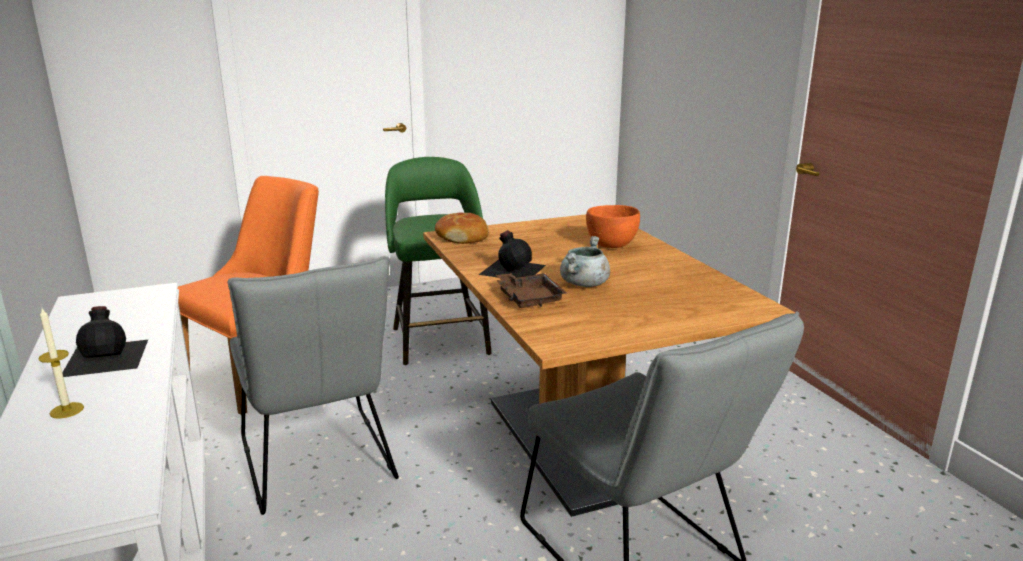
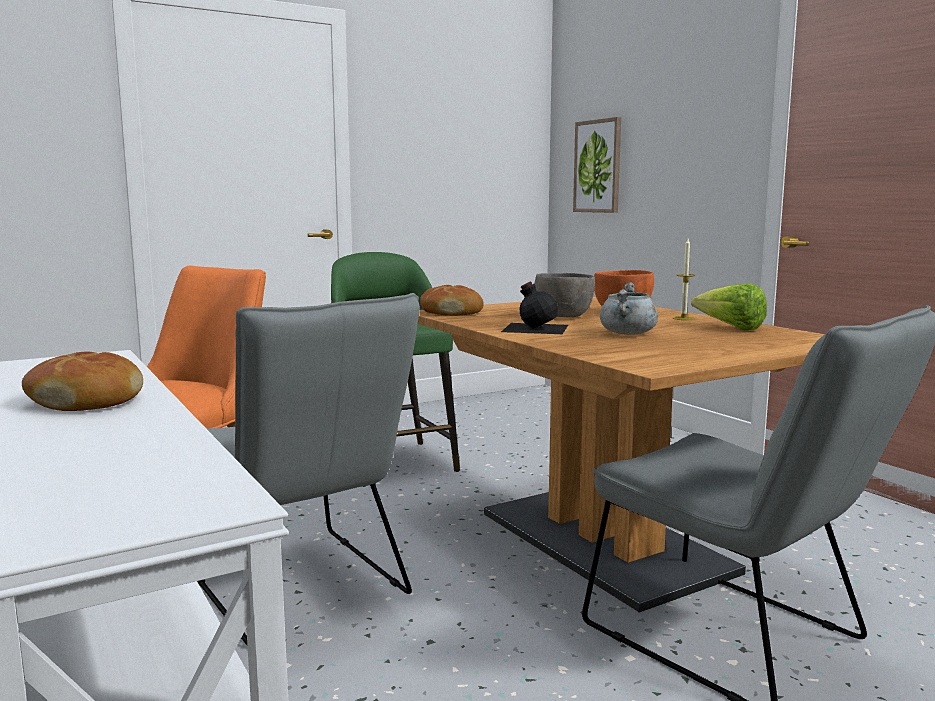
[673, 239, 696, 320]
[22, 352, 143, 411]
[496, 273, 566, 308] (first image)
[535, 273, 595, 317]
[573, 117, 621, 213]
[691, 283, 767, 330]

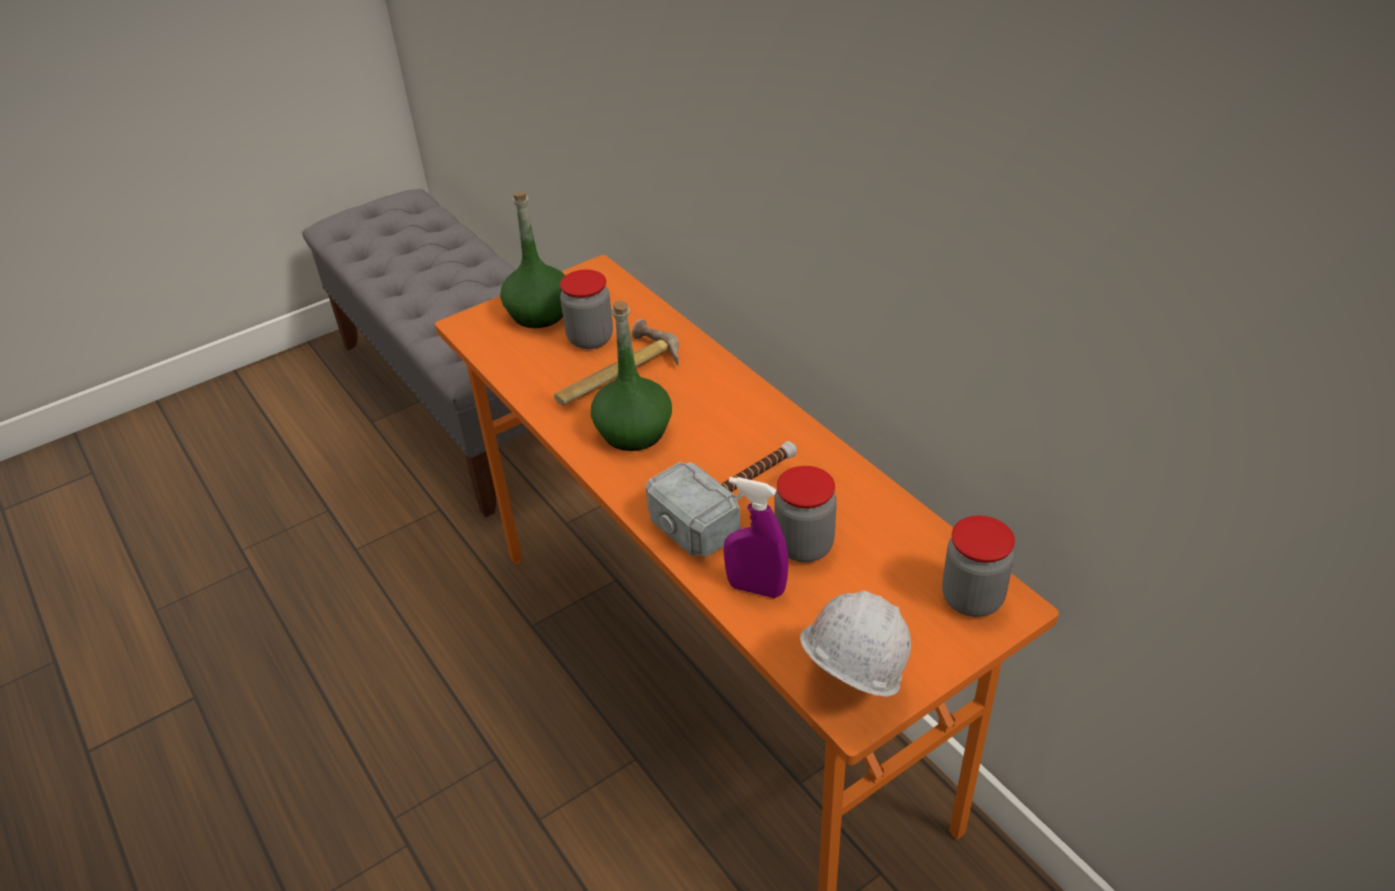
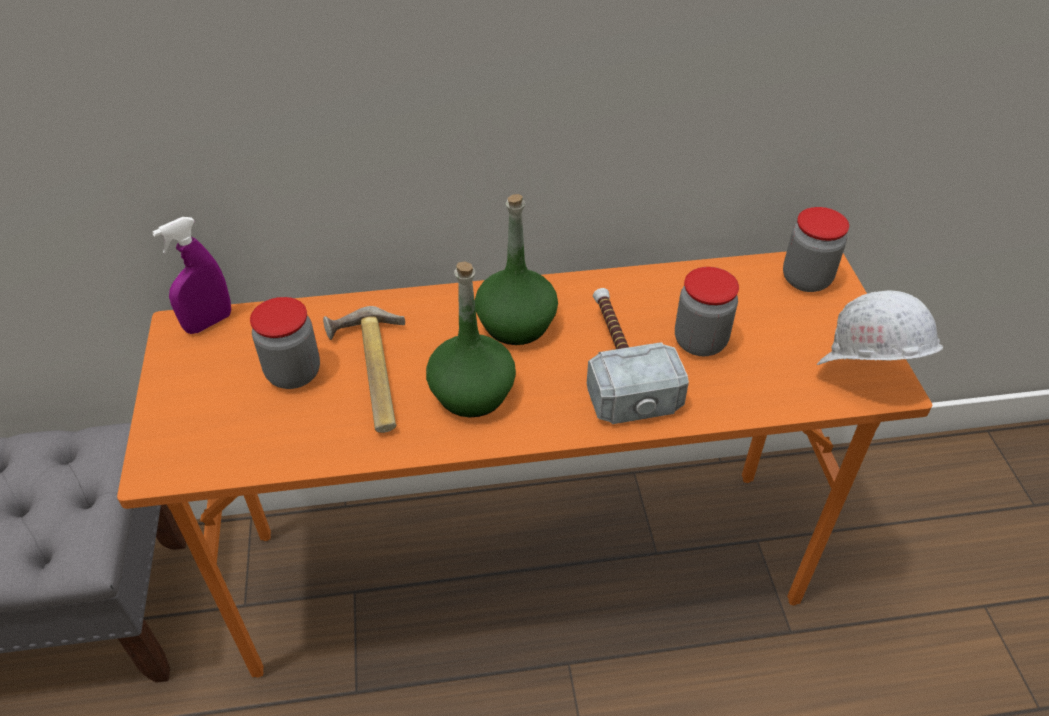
[475, 194, 558, 345]
[152, 217, 231, 334]

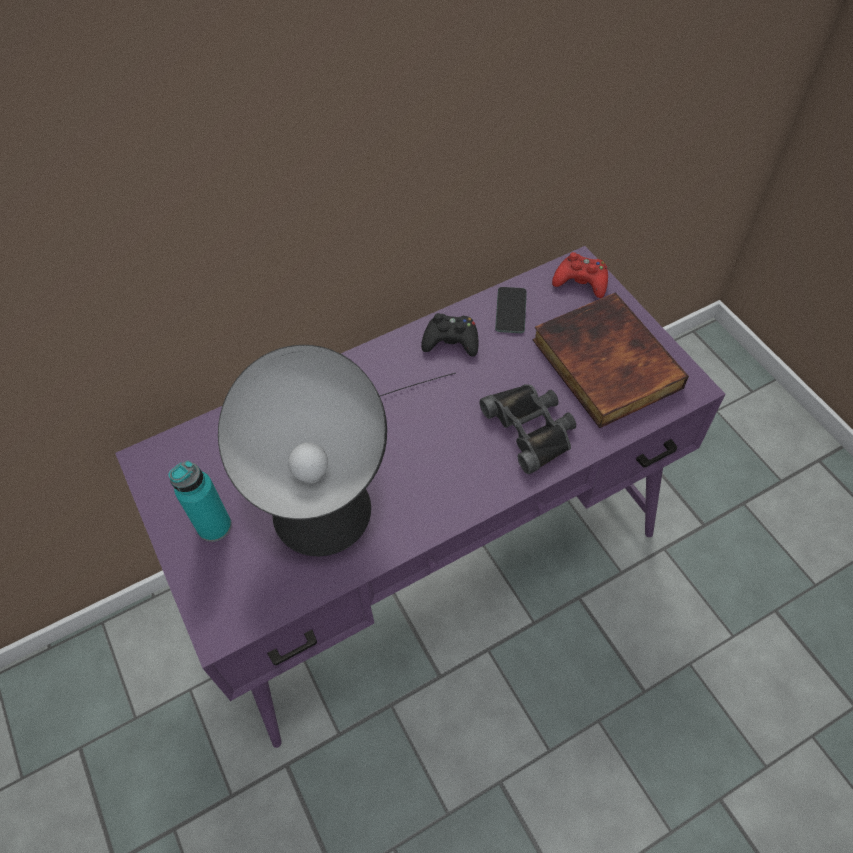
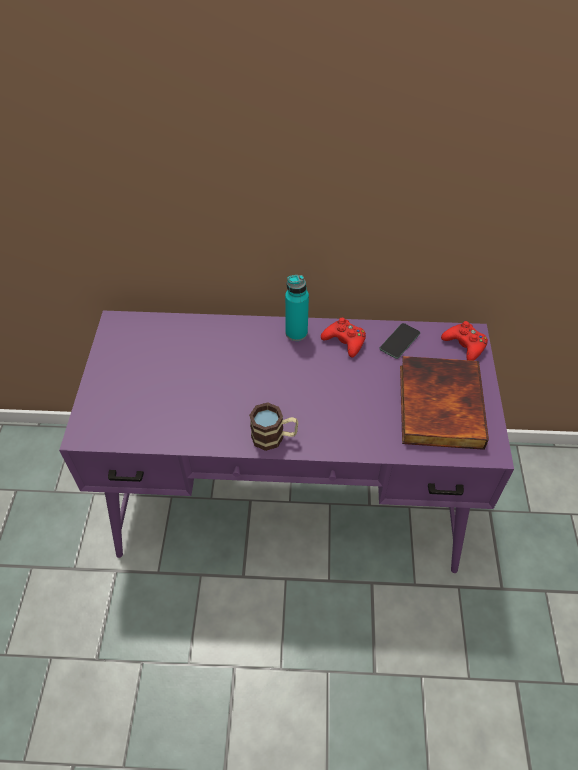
[285, 275, 309, 341]
[218, 345, 455, 556] (first image)
[321, 318, 366, 358]
[479, 384, 576, 474] (first image)
[249, 402, 299, 451]

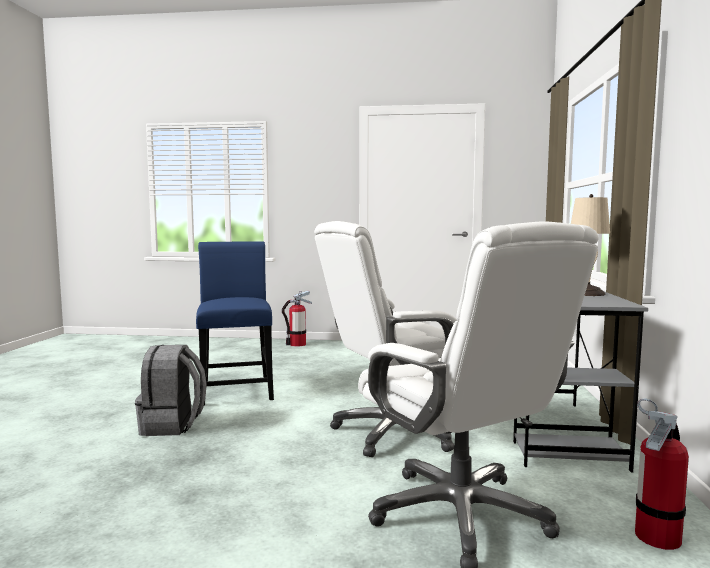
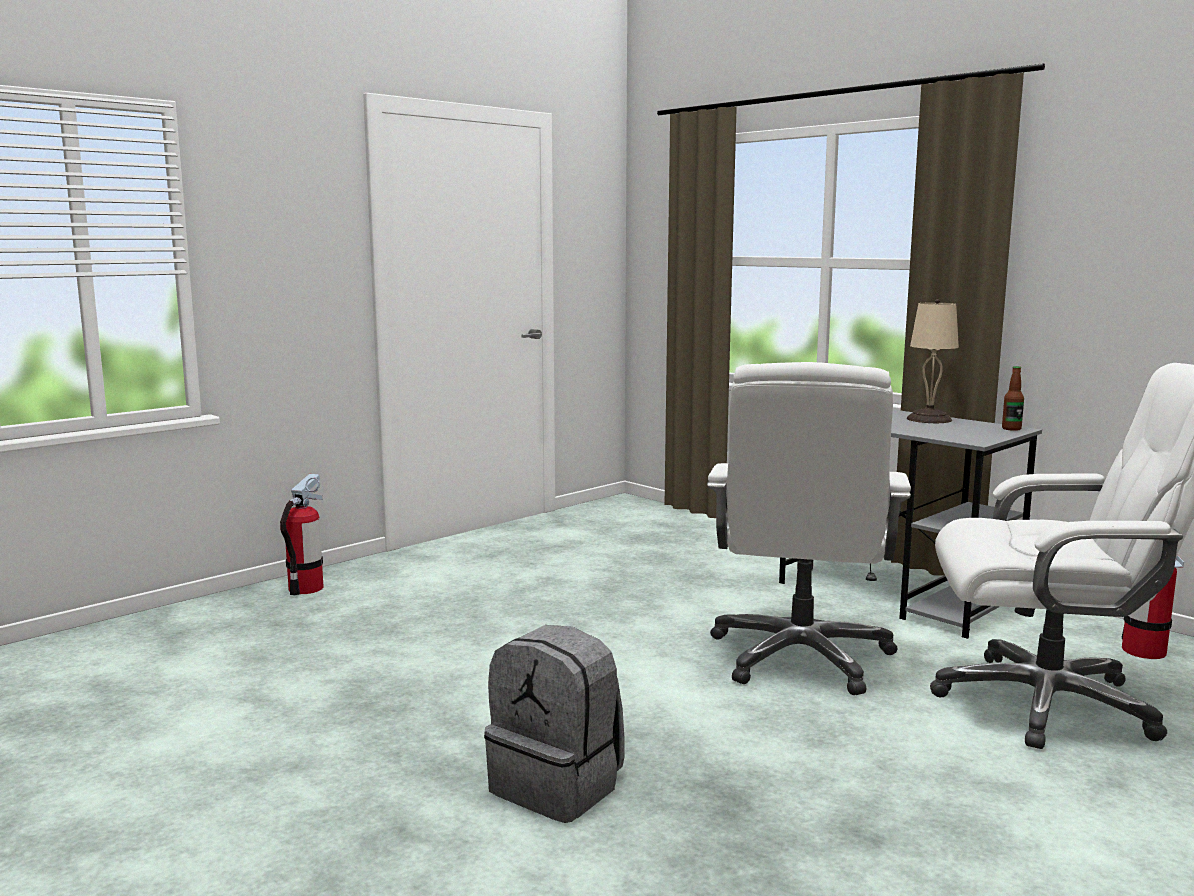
[196, 241, 274, 406] (first image)
[1002, 366, 1024, 431]

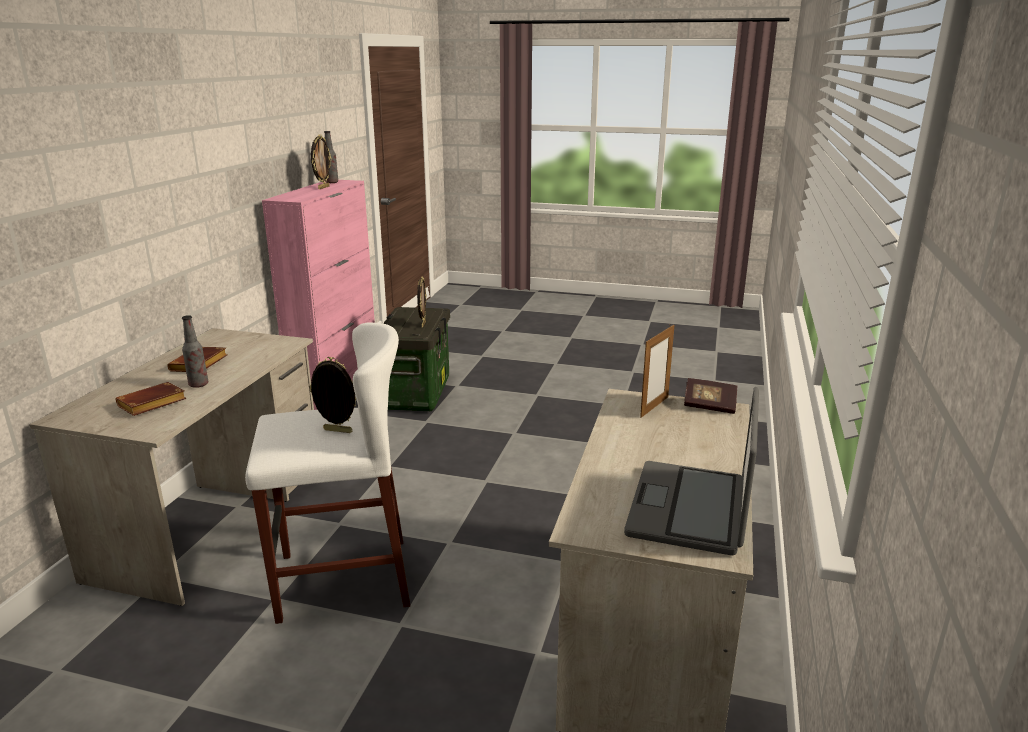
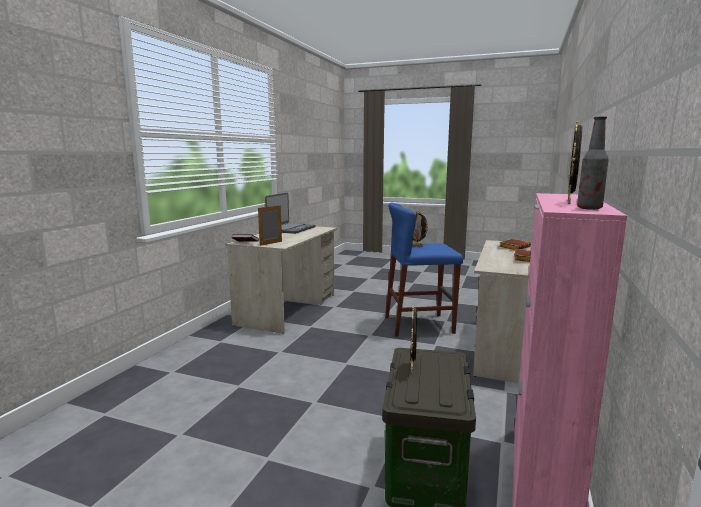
[182, 315, 208, 388] (first image)
[385, 203, 463, 337]

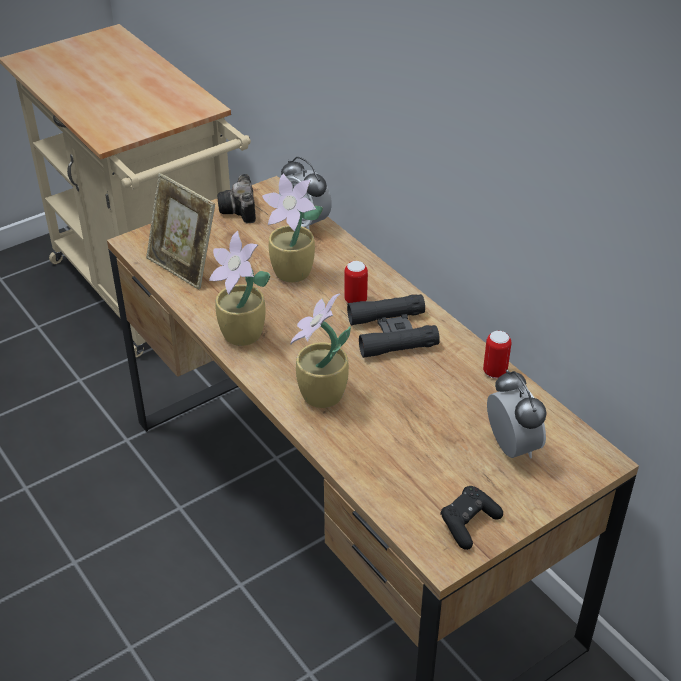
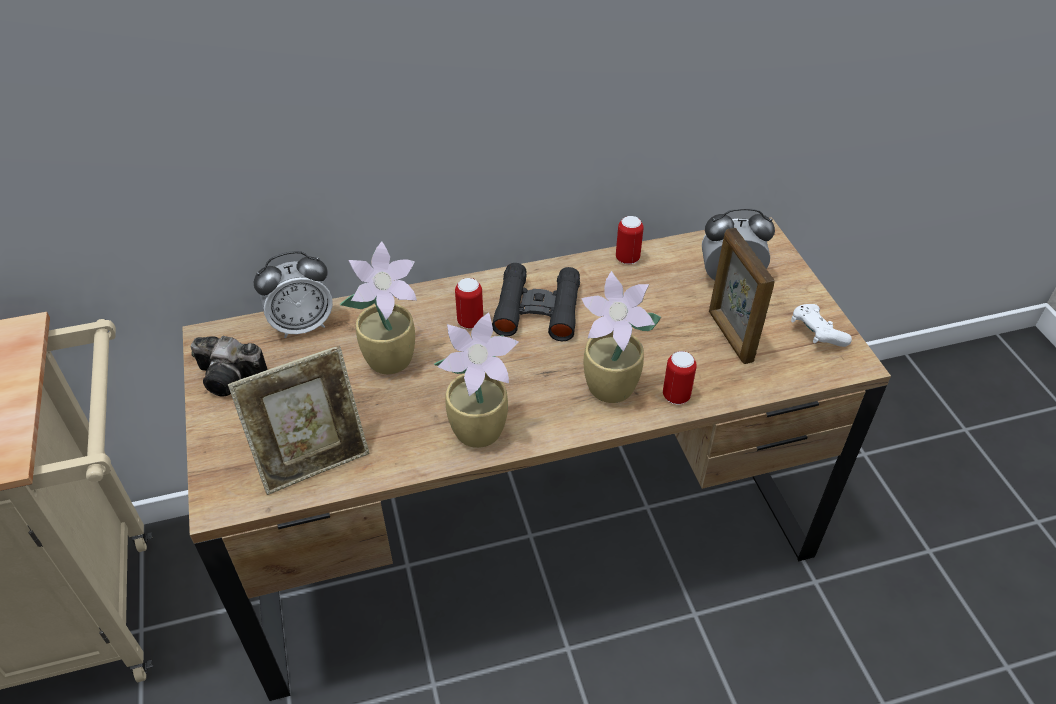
[791, 304, 852, 347]
[663, 351, 697, 405]
[709, 228, 775, 364]

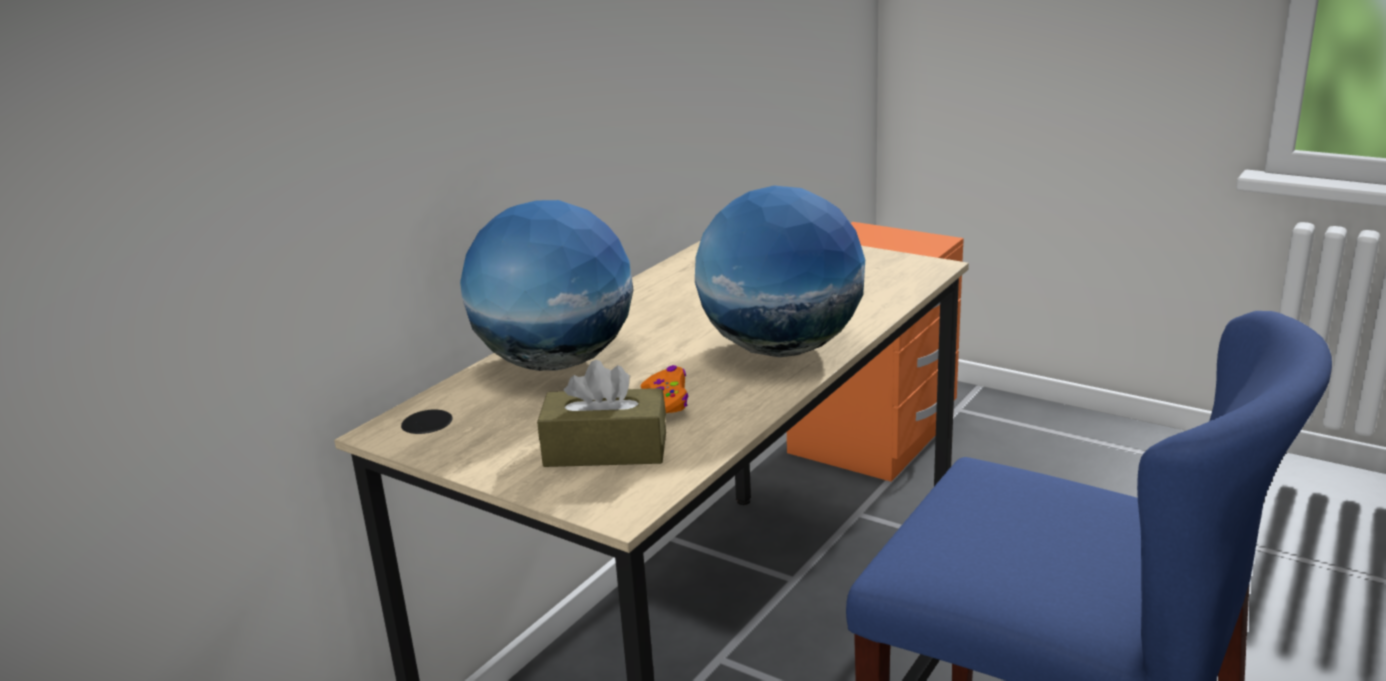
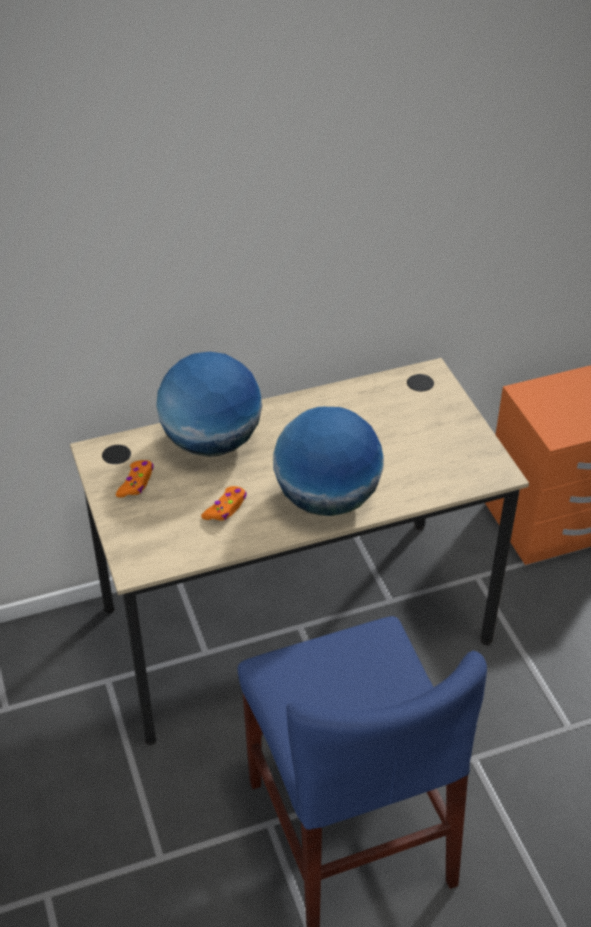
[537, 360, 666, 467] (first image)
[116, 460, 154, 498]

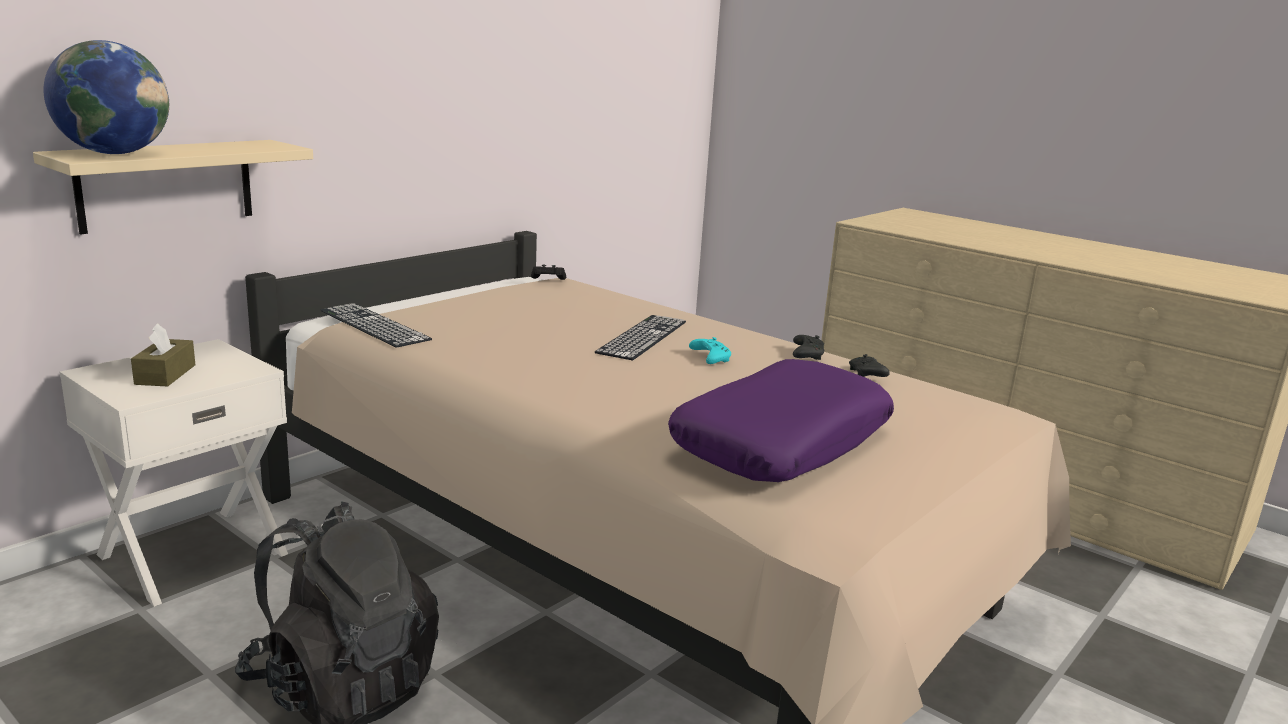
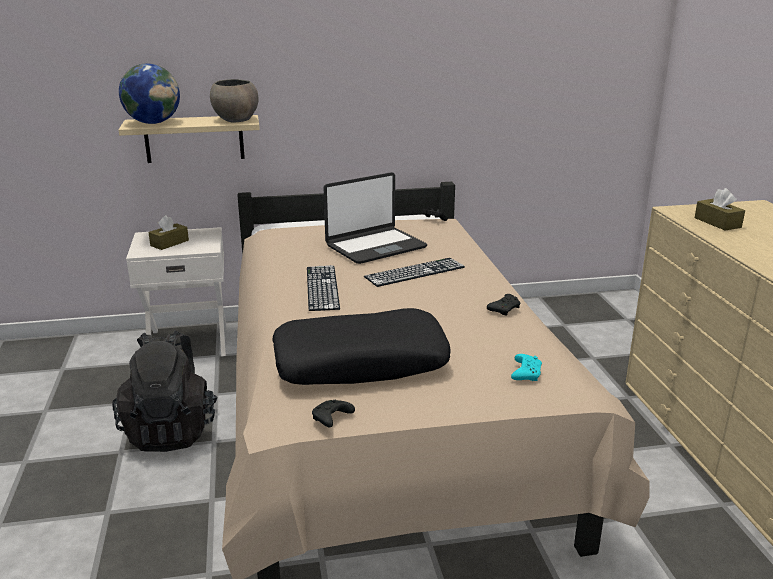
[307, 265, 340, 311]
[272, 308, 451, 385]
[511, 354, 542, 381]
[312, 400, 355, 428]
[210, 79, 259, 122]
[324, 172, 427, 264]
[695, 188, 745, 230]

